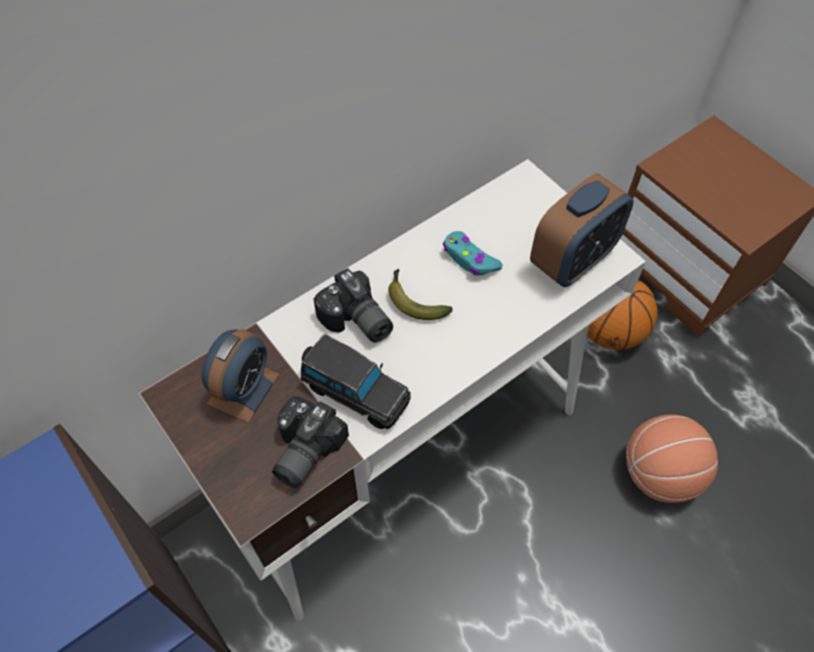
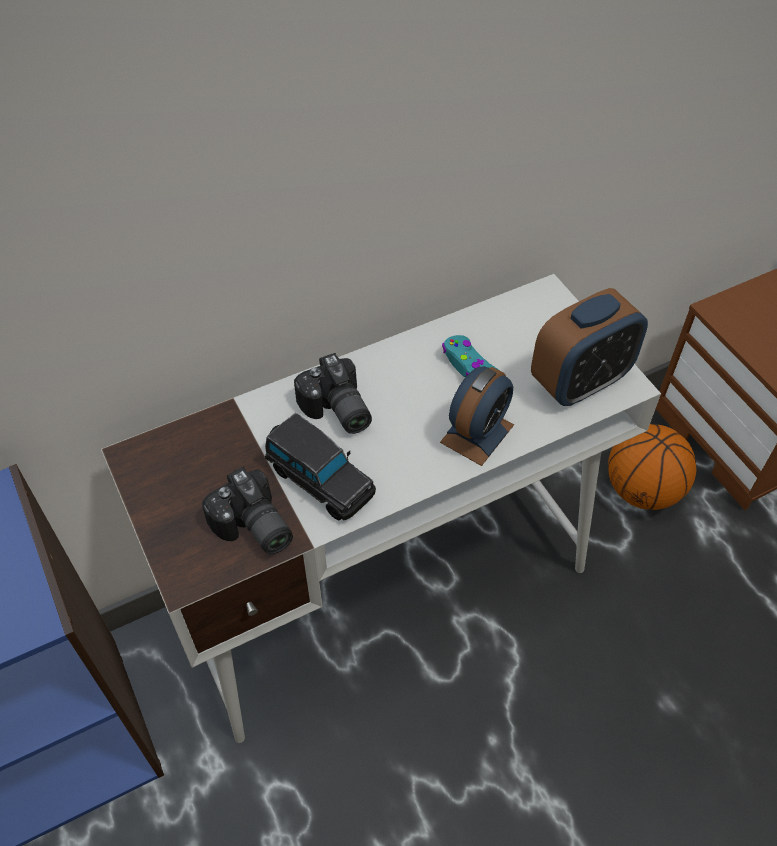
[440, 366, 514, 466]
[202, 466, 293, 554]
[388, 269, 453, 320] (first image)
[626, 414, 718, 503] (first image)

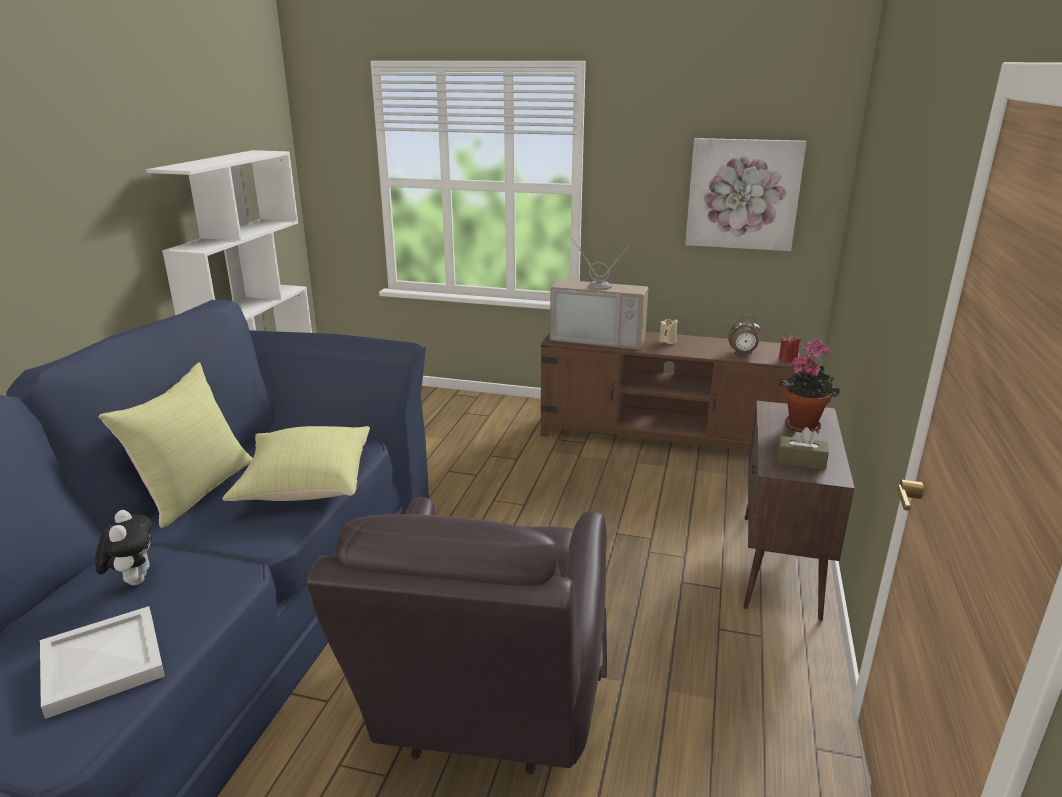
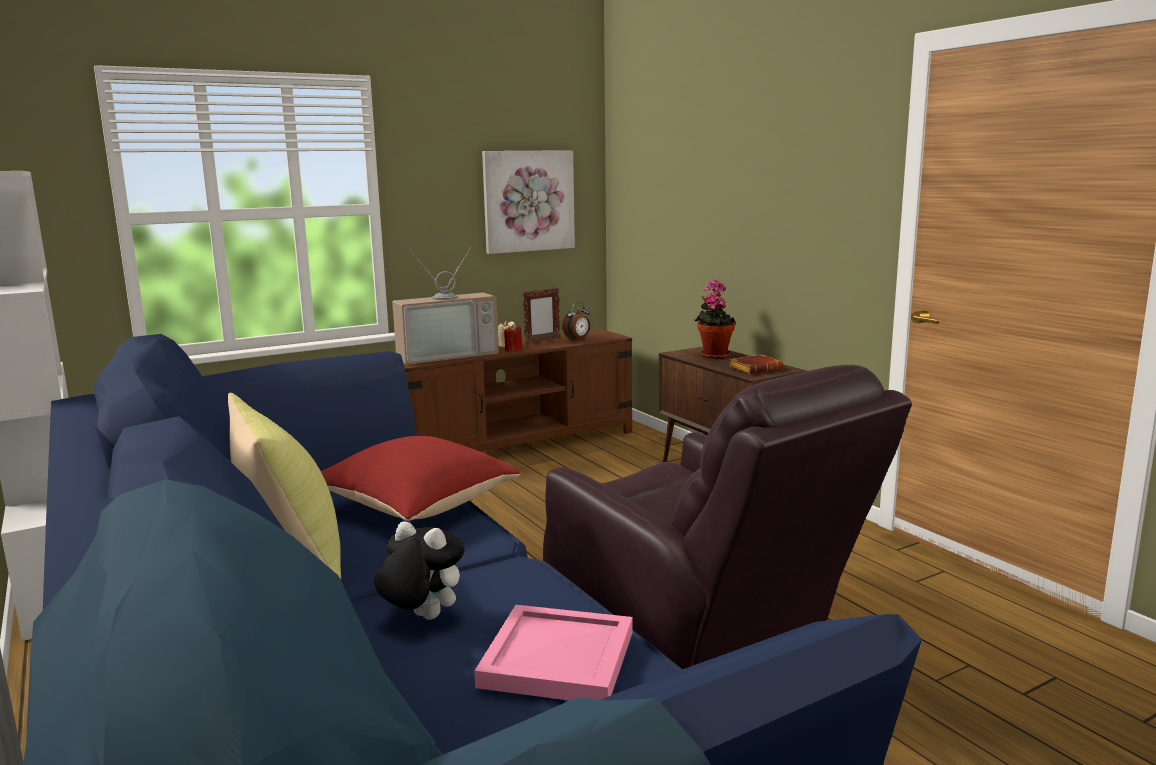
[474, 605, 633, 701]
[321, 436, 520, 521]
[729, 354, 783, 374]
[504, 325, 523, 352]
[522, 287, 560, 344]

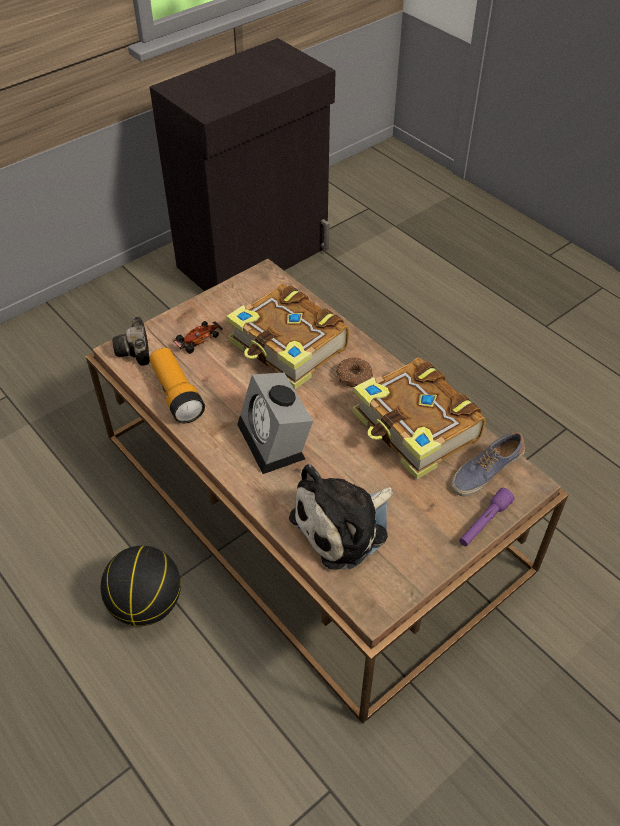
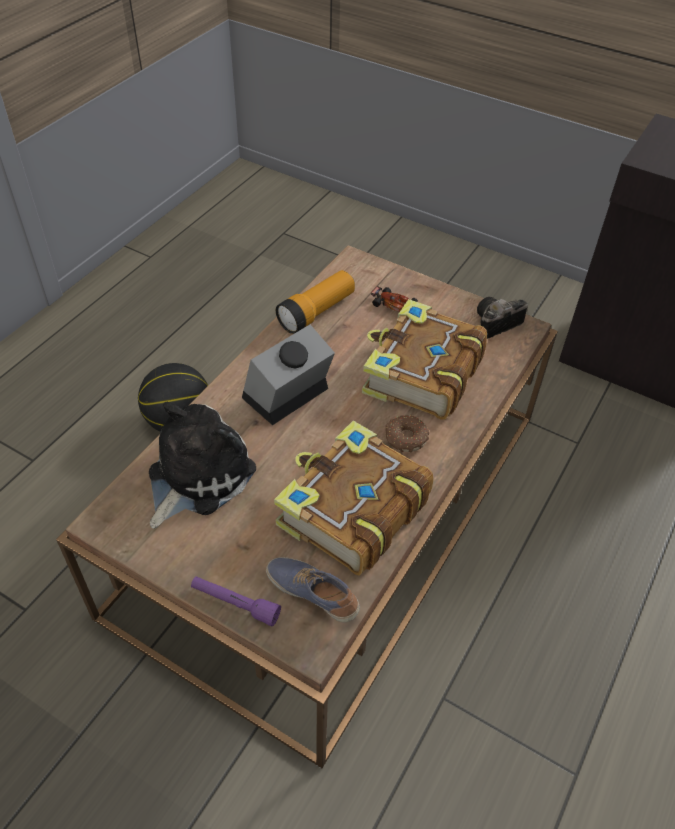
[477, 297, 528, 339]
[149, 402, 256, 529]

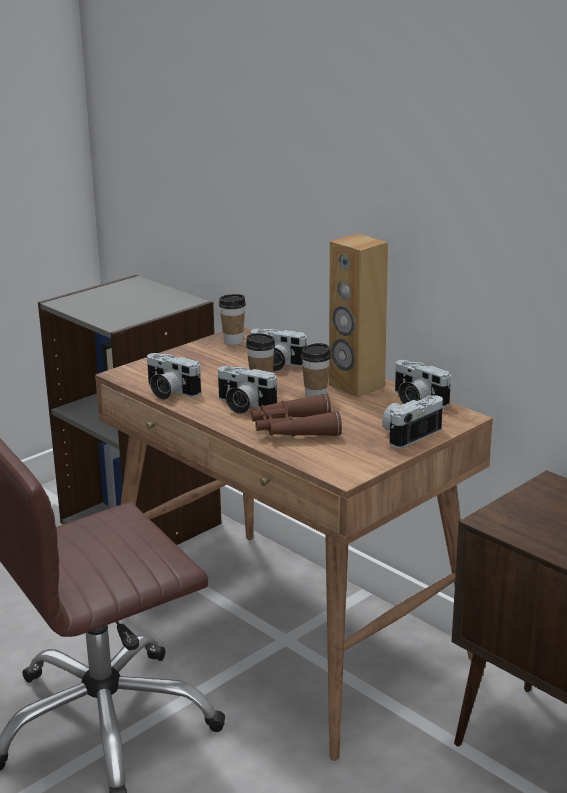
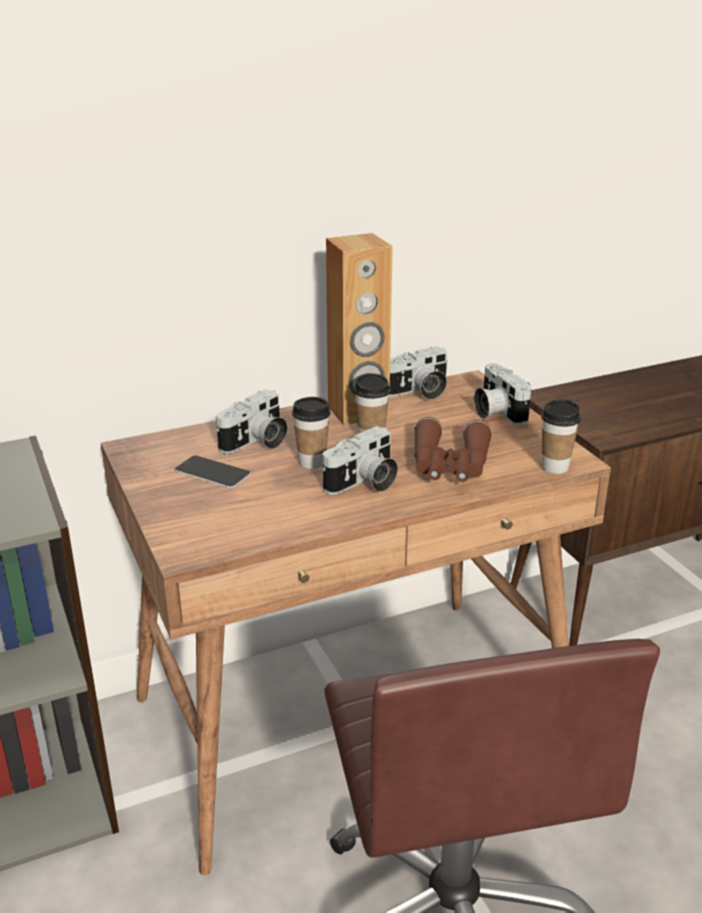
[147, 353, 201, 400] (first image)
[541, 399, 581, 474]
[174, 455, 251, 488]

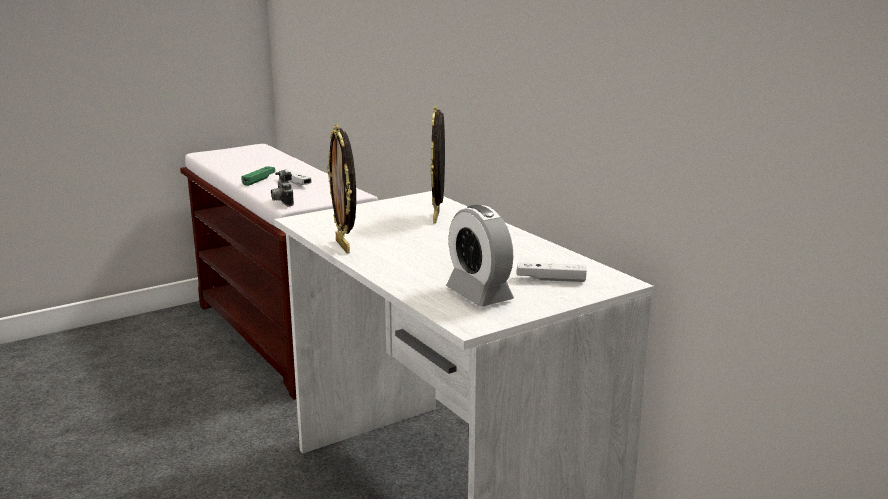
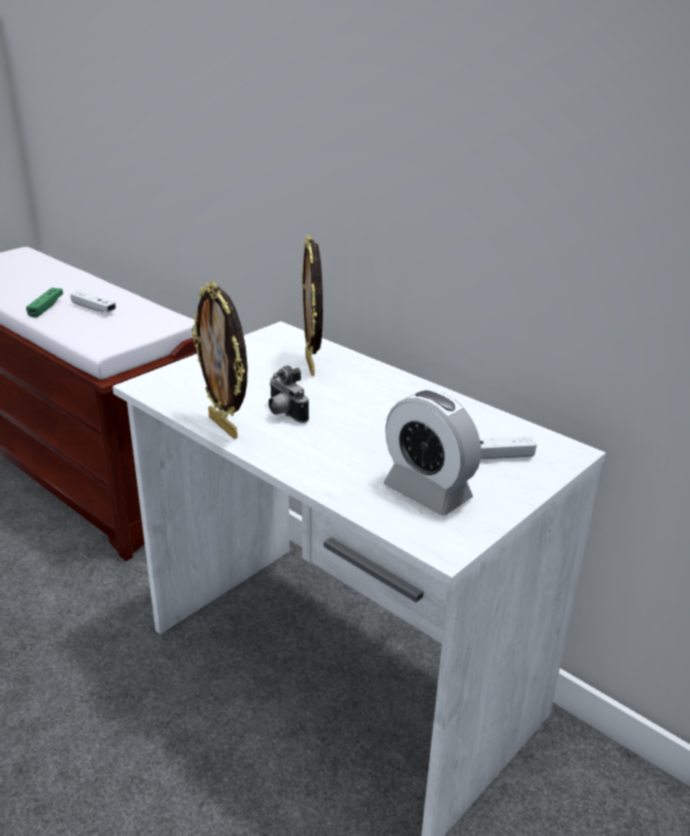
[268, 366, 309, 423]

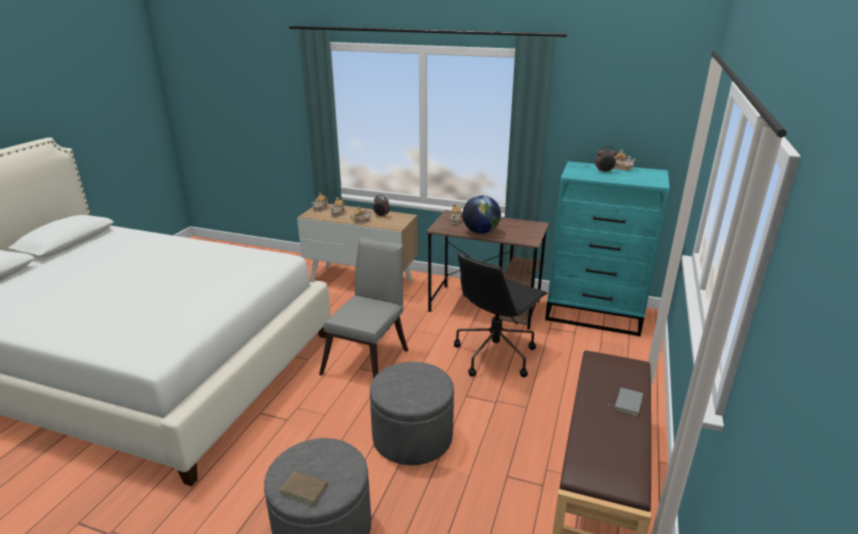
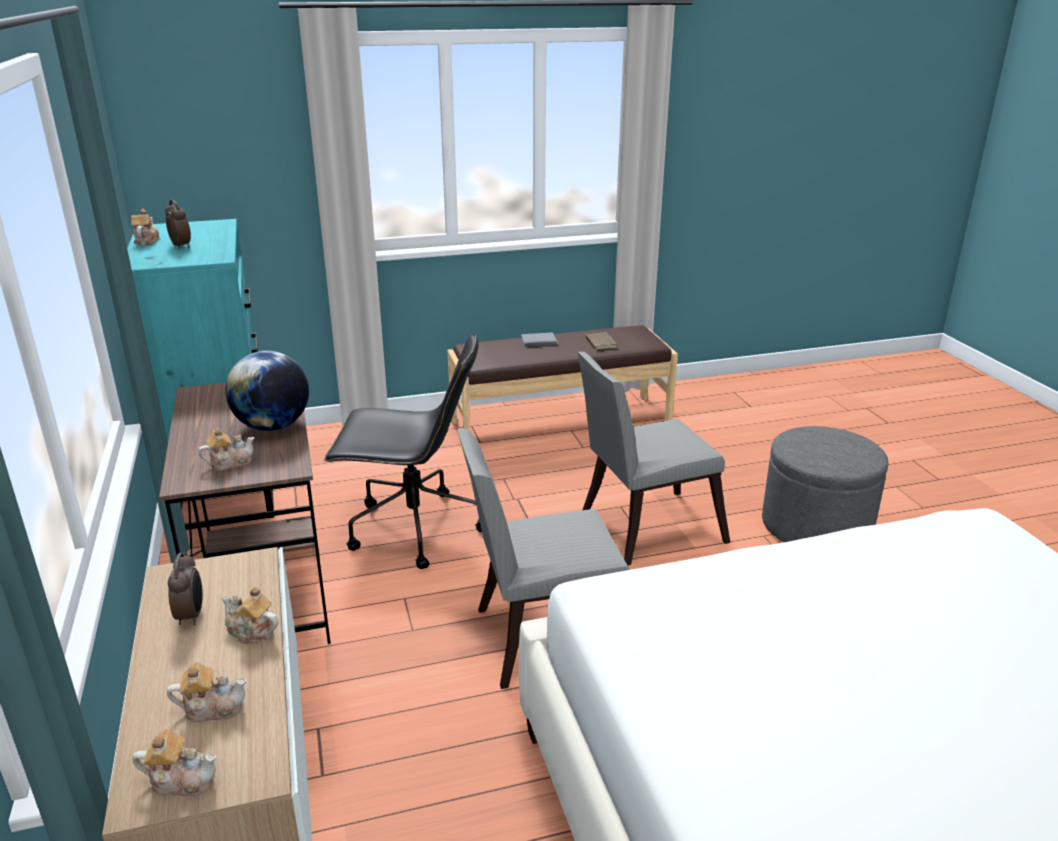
[586, 332, 617, 350]
[578, 352, 730, 565]

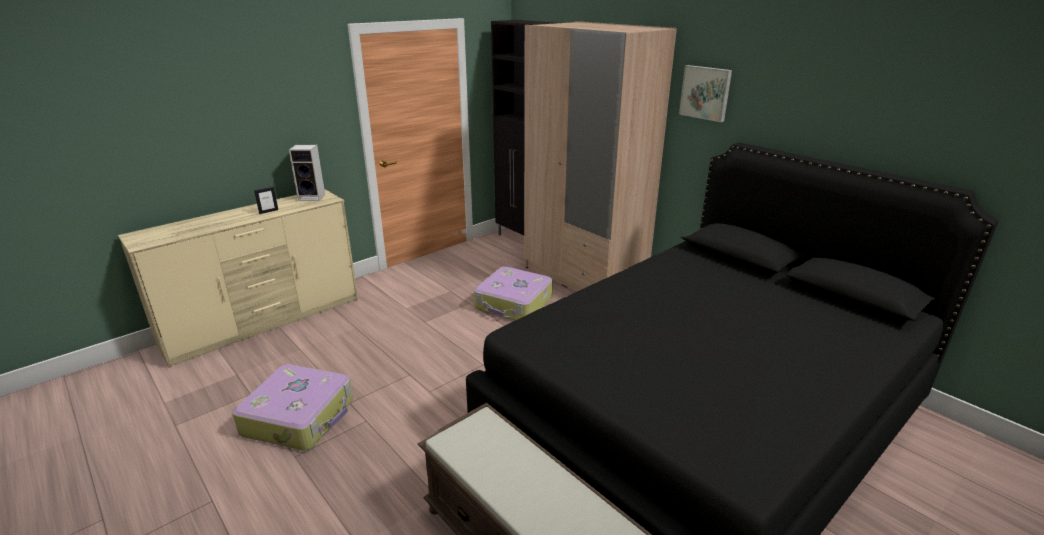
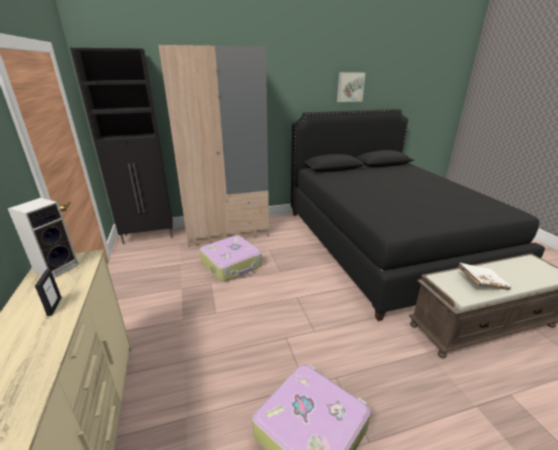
[337, 72, 366, 102]
[458, 263, 511, 290]

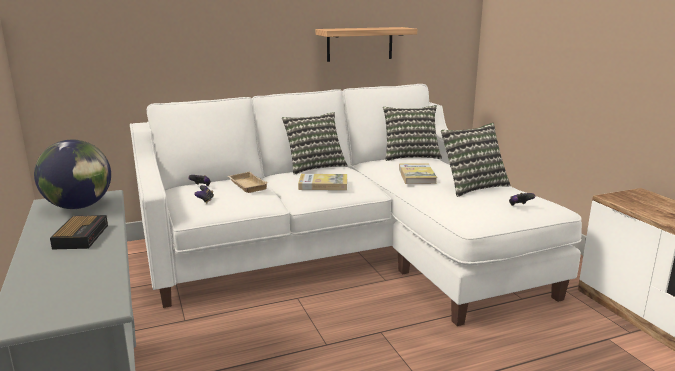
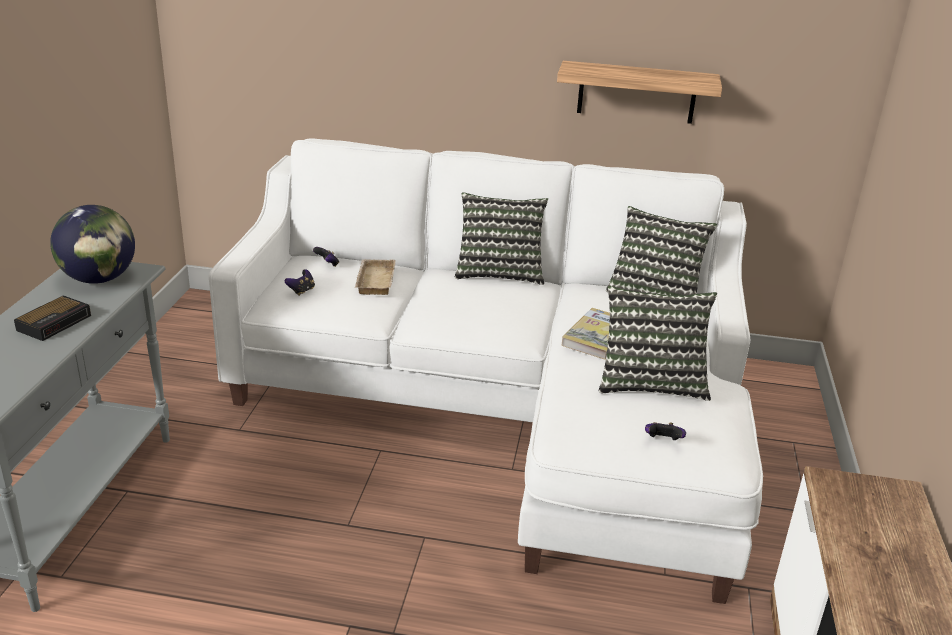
[298, 174, 347, 190] (first image)

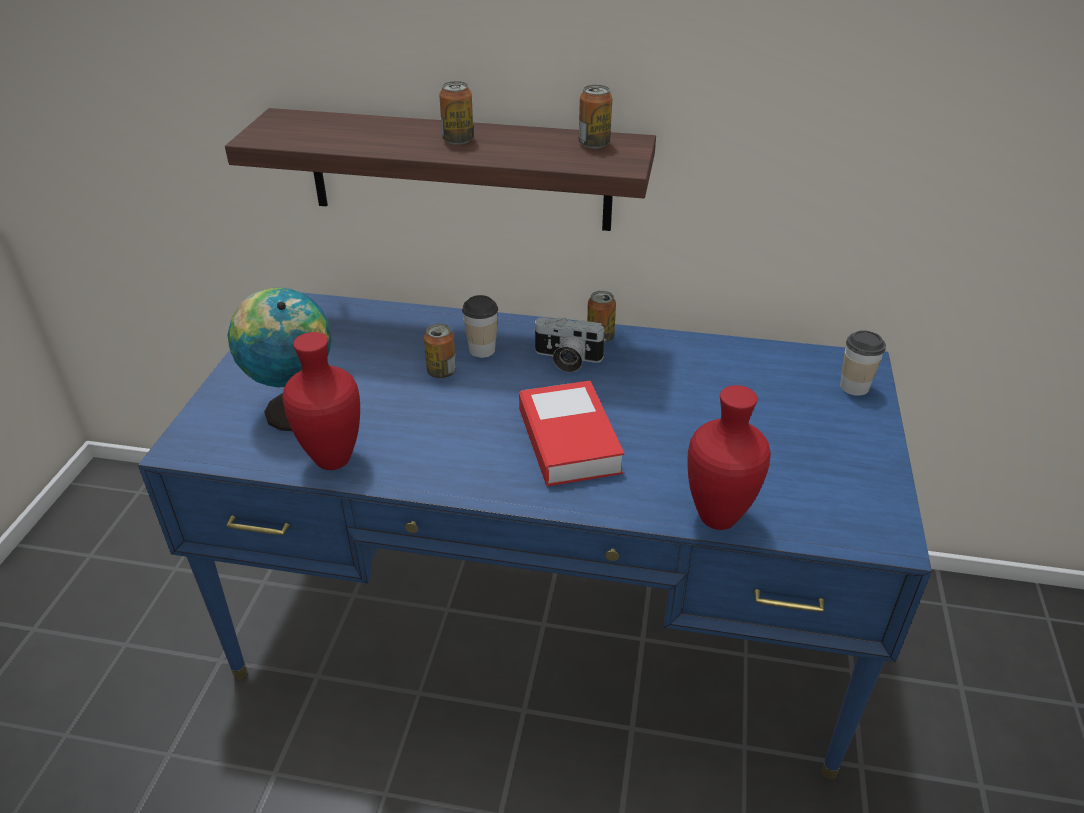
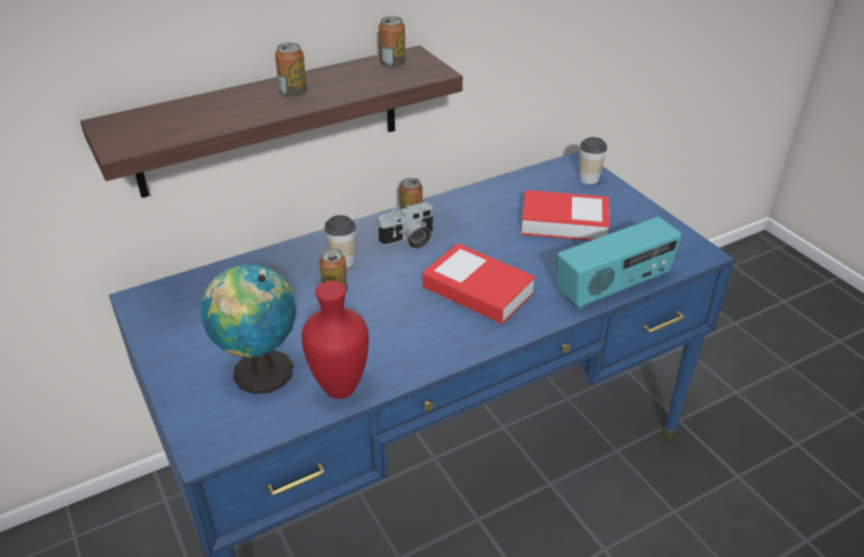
[557, 217, 681, 310]
[521, 190, 610, 241]

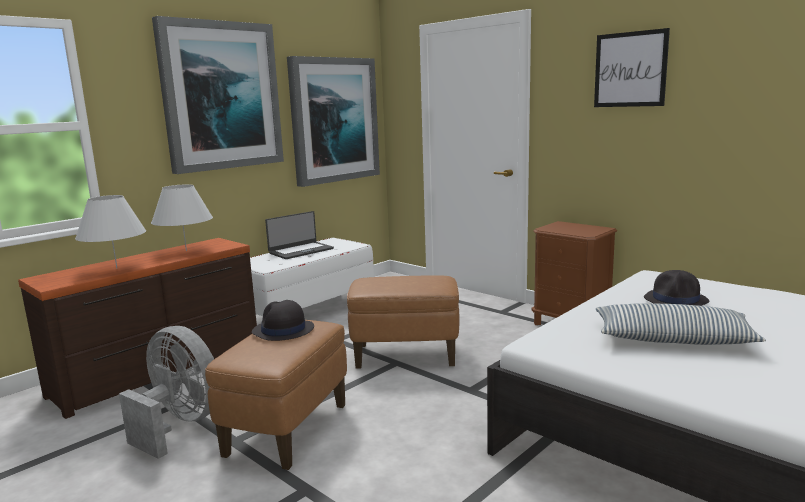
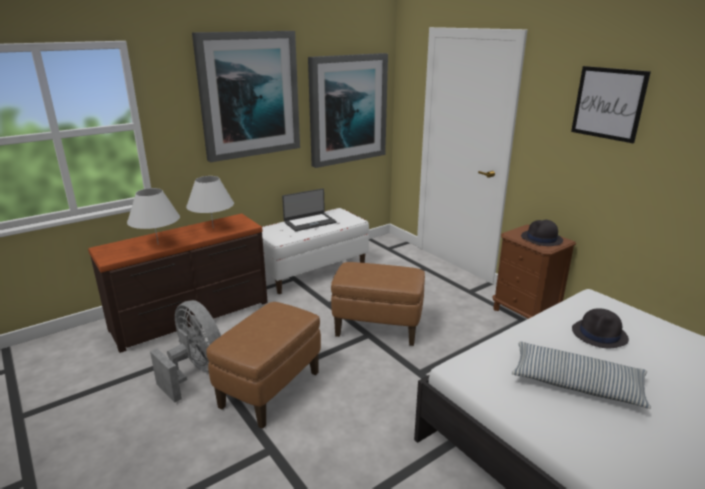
[521, 220, 563, 246]

